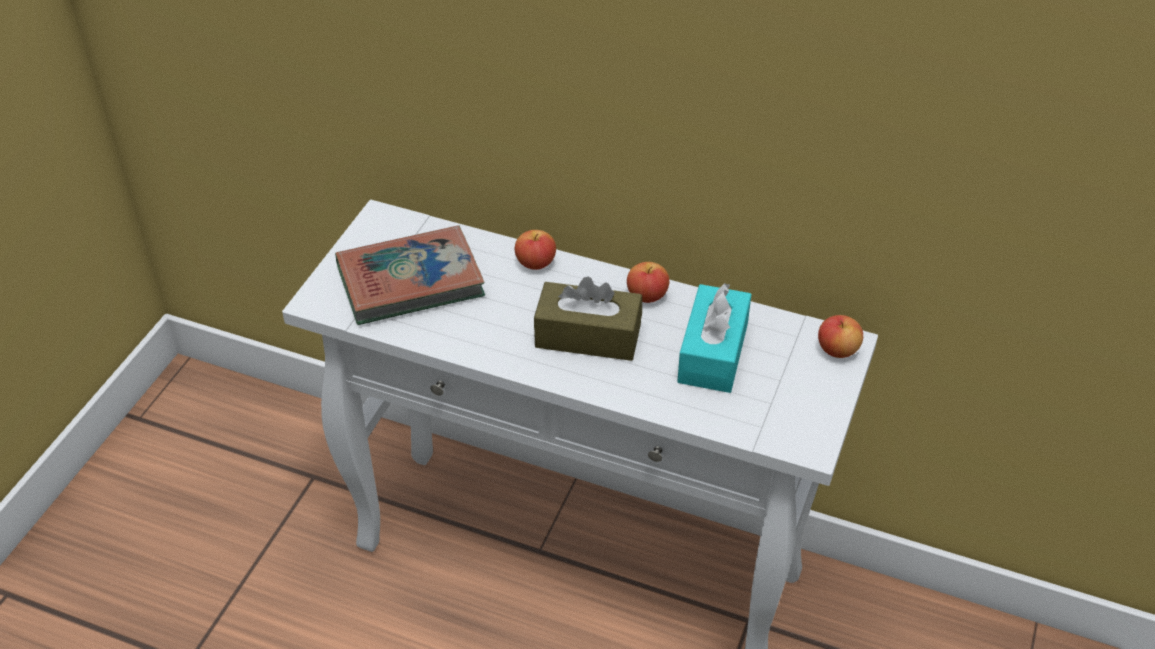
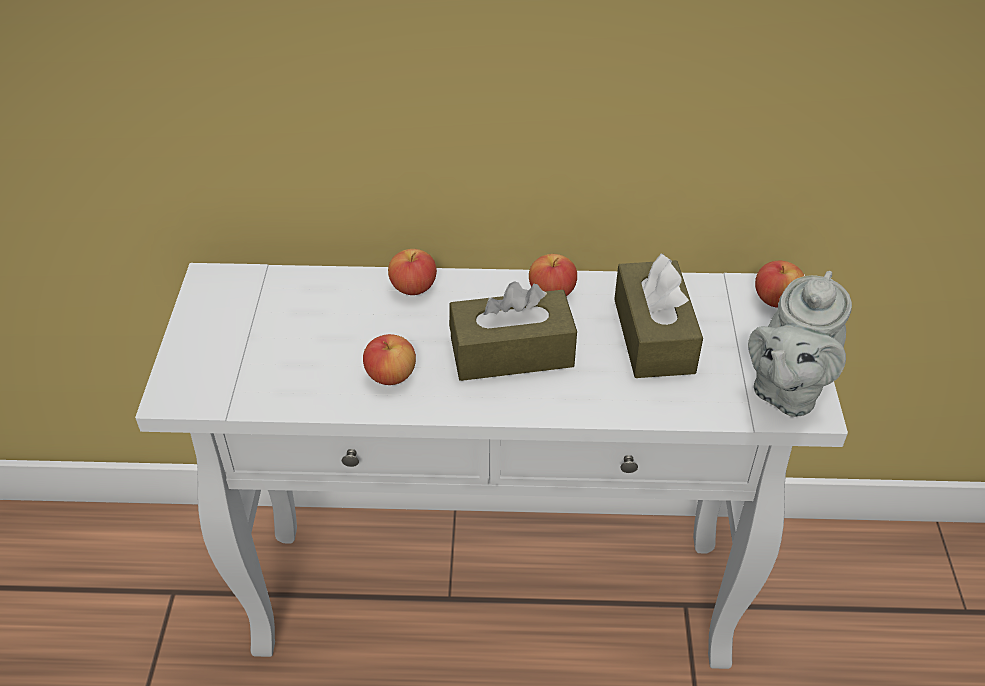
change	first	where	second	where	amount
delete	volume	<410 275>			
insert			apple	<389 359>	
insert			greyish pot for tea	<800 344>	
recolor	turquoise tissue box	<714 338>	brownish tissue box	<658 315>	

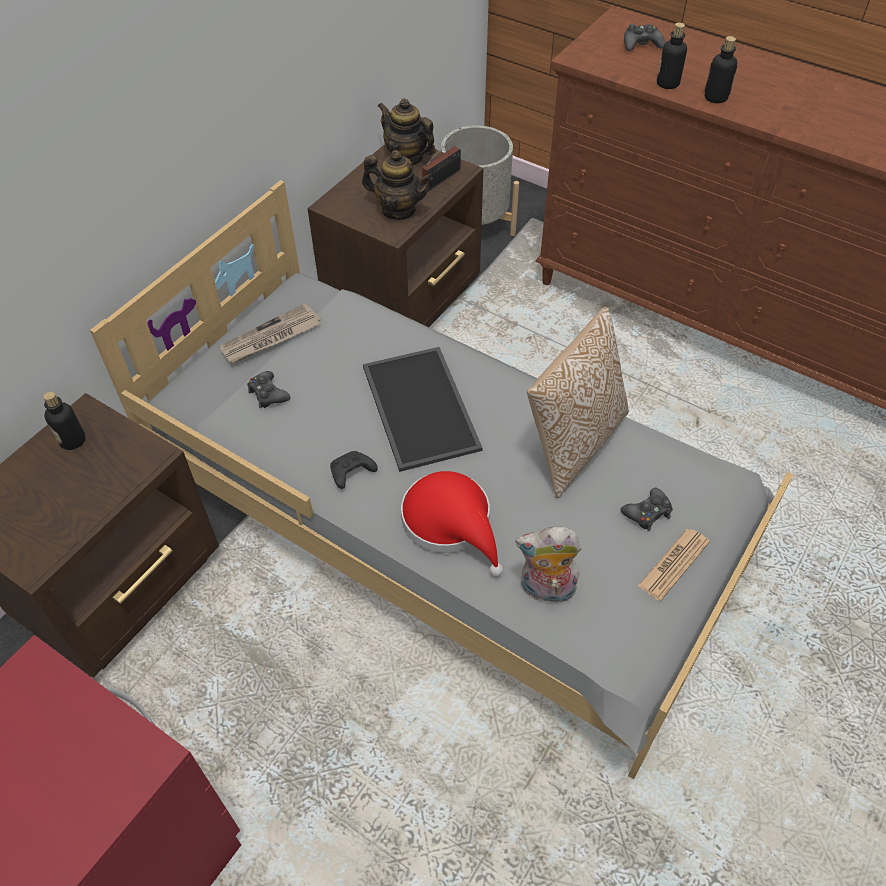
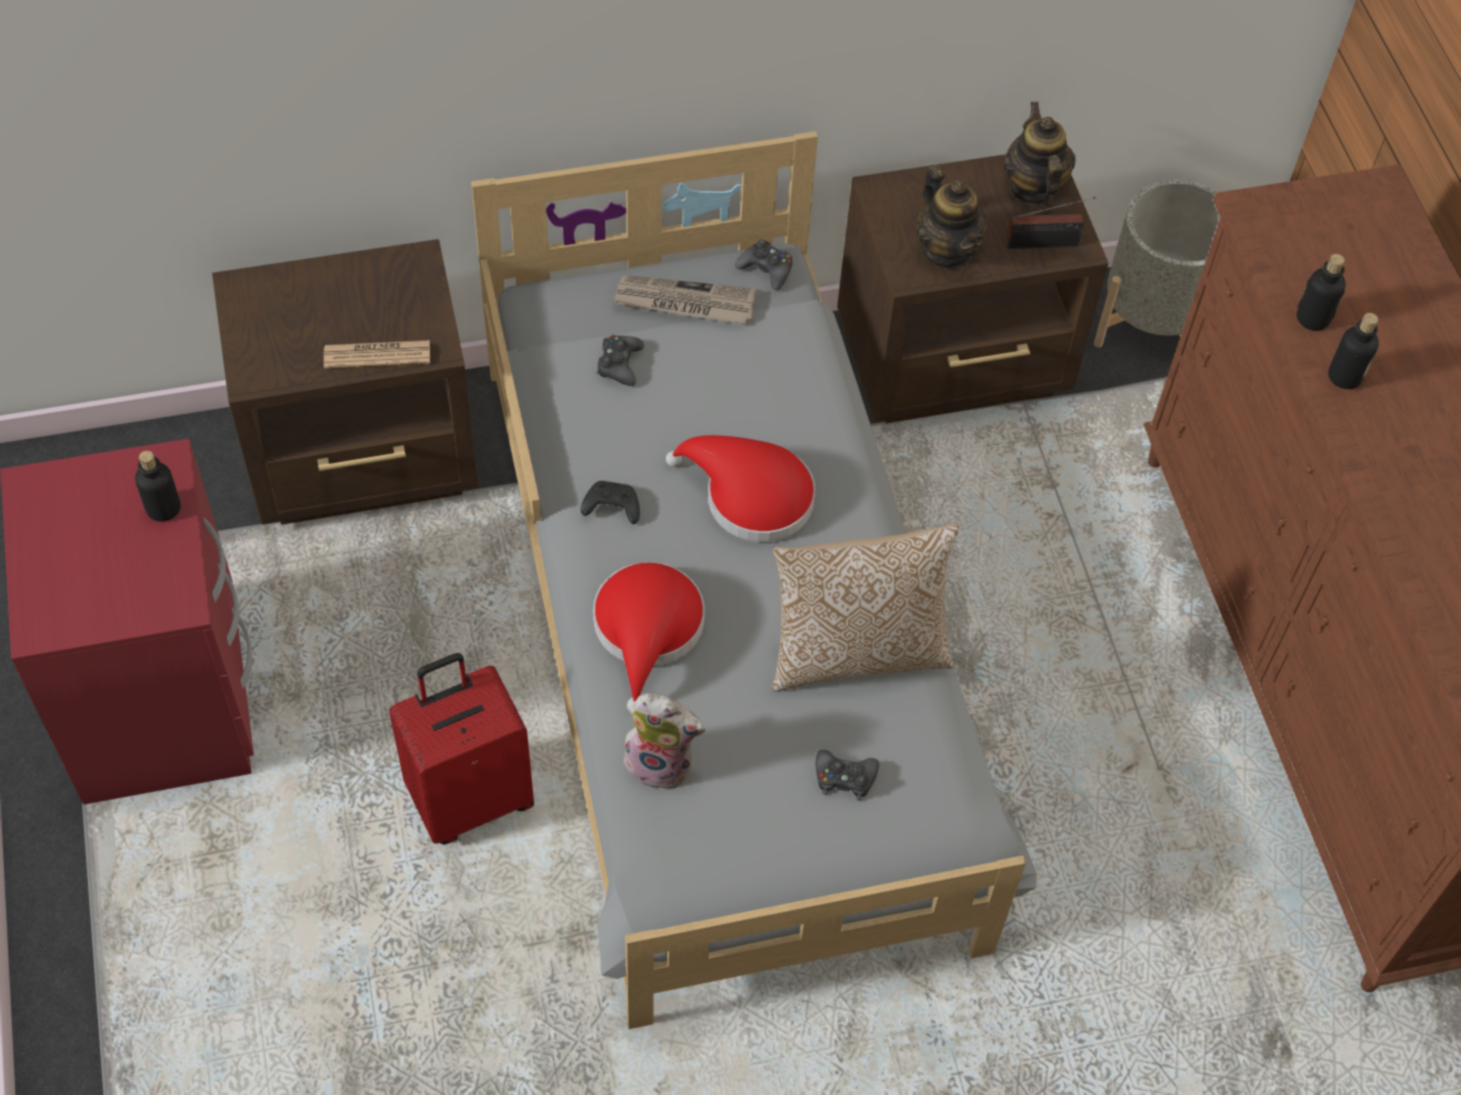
change	first	where	second	where	amount
insert			red piece of luggage	<461 748>	
move	bottle	<64 421>		<158 486>	
move	black-coloured gamepad	<644 37>		<763 264>	
move	printed paper	<674 565>		<377 354>	
replace	serving tray	<422 409>	red hat	<741 488>	
rotate	soft toy	<549 565>		<665 741>	150 degrees clockwise

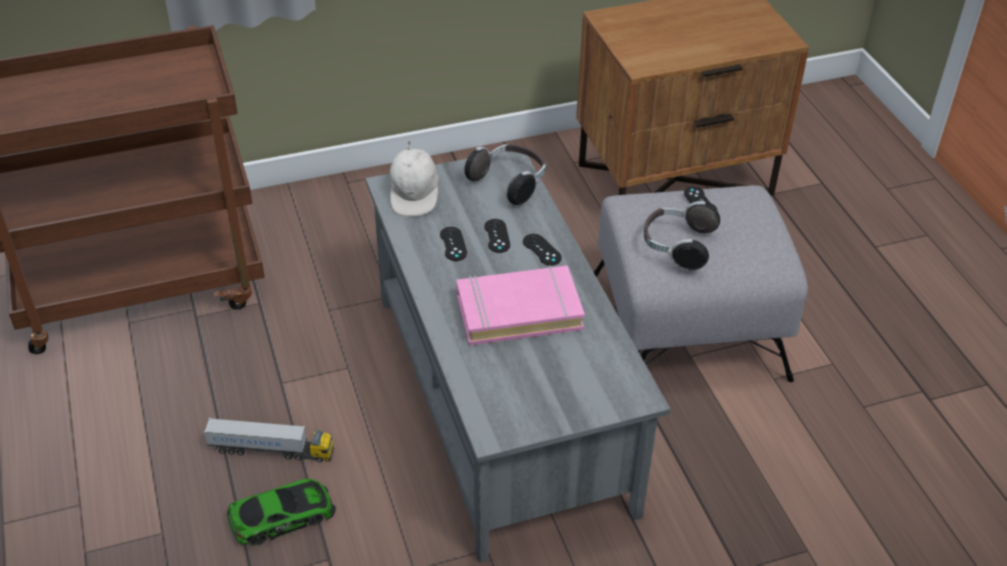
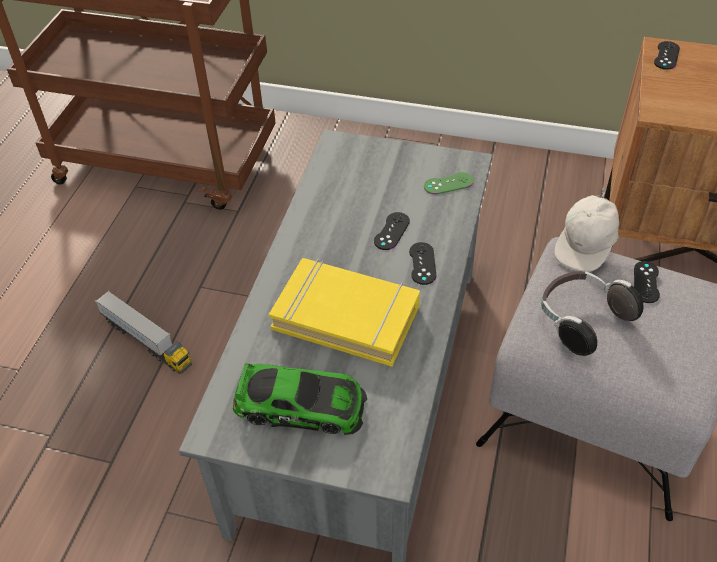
change	first	where	second	where	amount
move	miniature car	<281 512>		<300 399>	
move	whitish baseball cap	<414 178>		<586 230>	
move	black-coloured gamepad	<453 244>		<667 55>	
replace	headphones	<505 174>	green gamepad	<449 183>	
recolor	pink volume	<520 305>	yellowish volume	<344 312>	

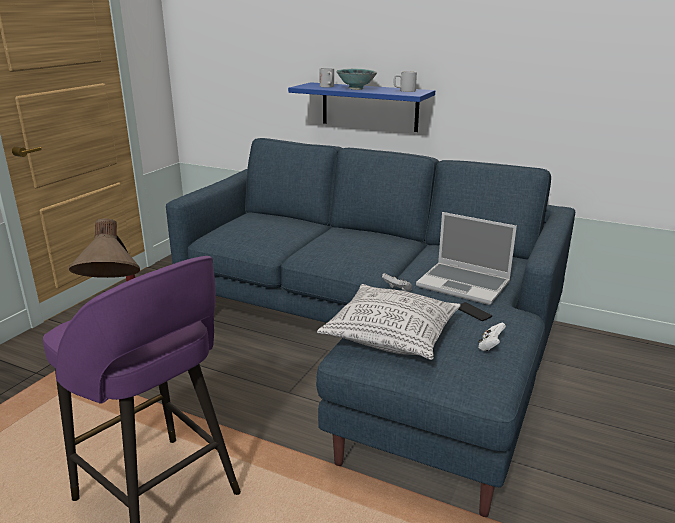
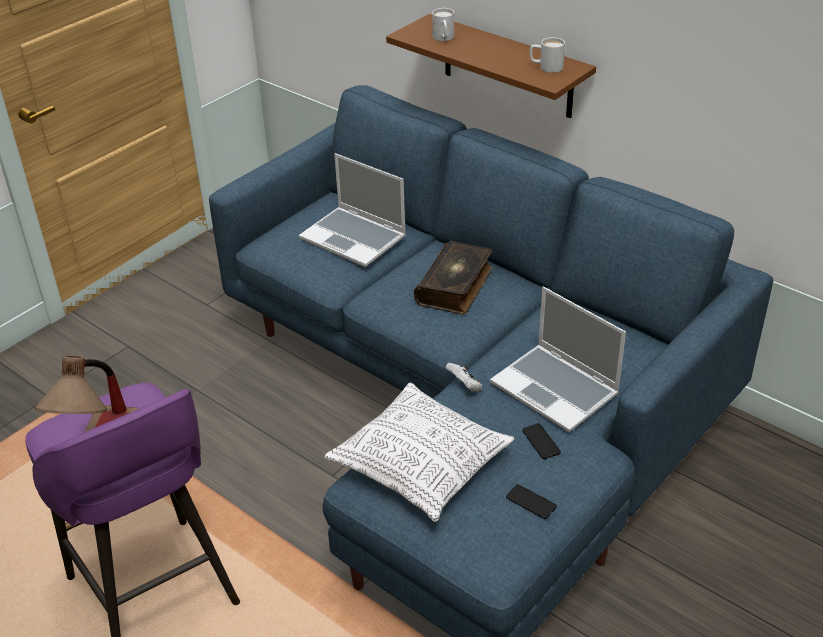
change	first	where	second	where	amount
delete	serving bowl	<356 79>			
insert			portable computer	<352 210>	
insert			volume	<453 277>	
replace	whitish gamepad	<492 337>	phone	<531 501>	
recolor	bluish shelf	<361 107>	brownish shelf	<491 66>	

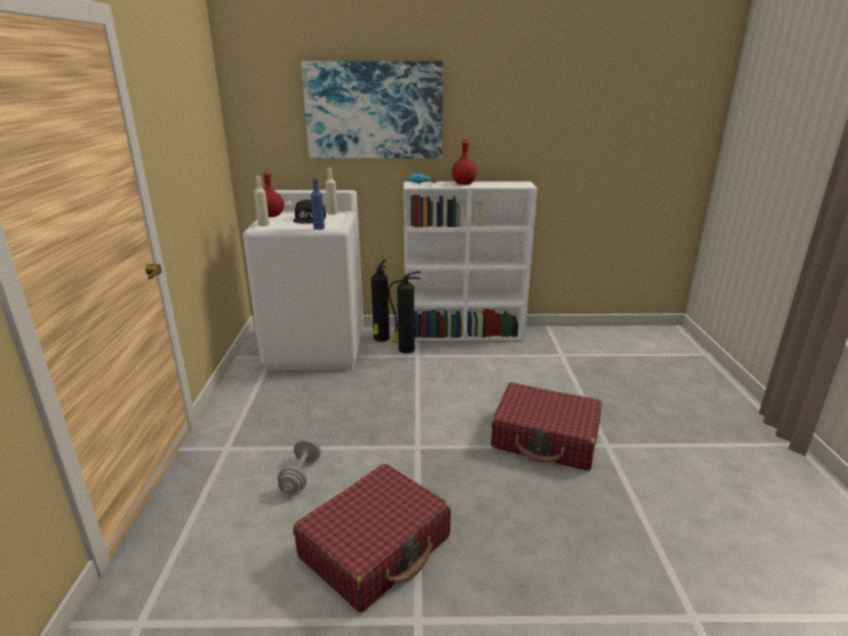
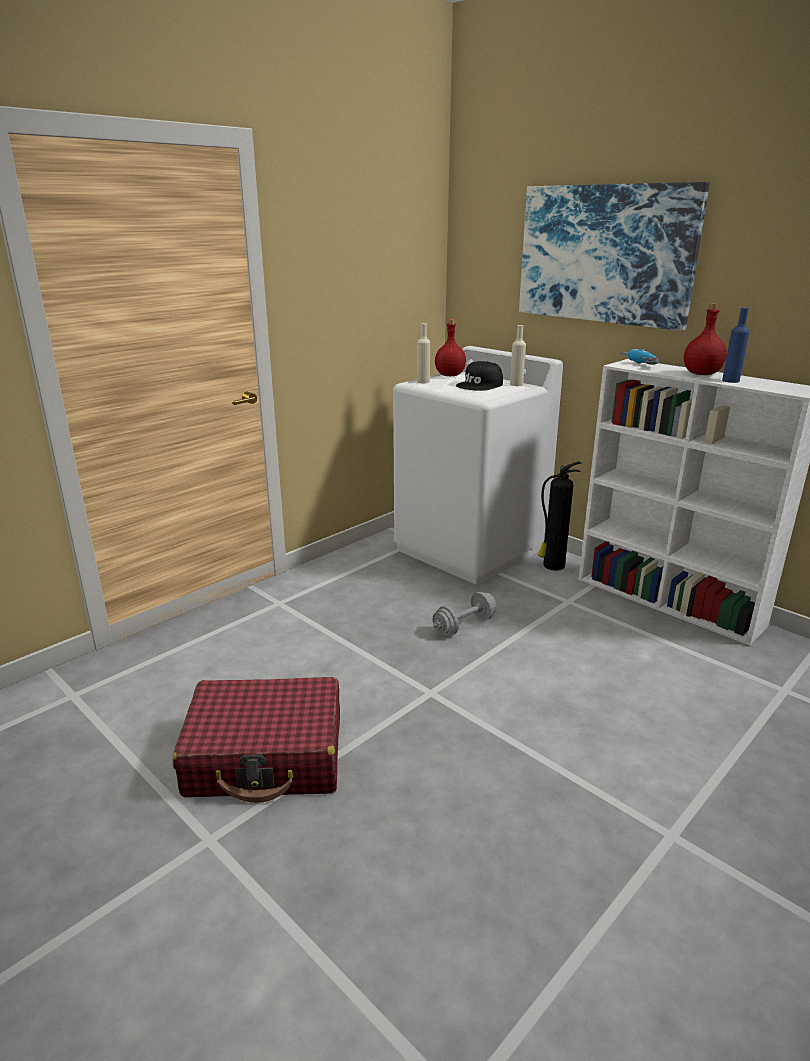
change	first	where	second	where	amount
delete	extinguisher	<404 312>			
delete	red piece of luggage	<546 426>			
move	greyish dumbbell	<299 466>		<464 613>	
move	bluish bottle	<318 204>		<735 345>	

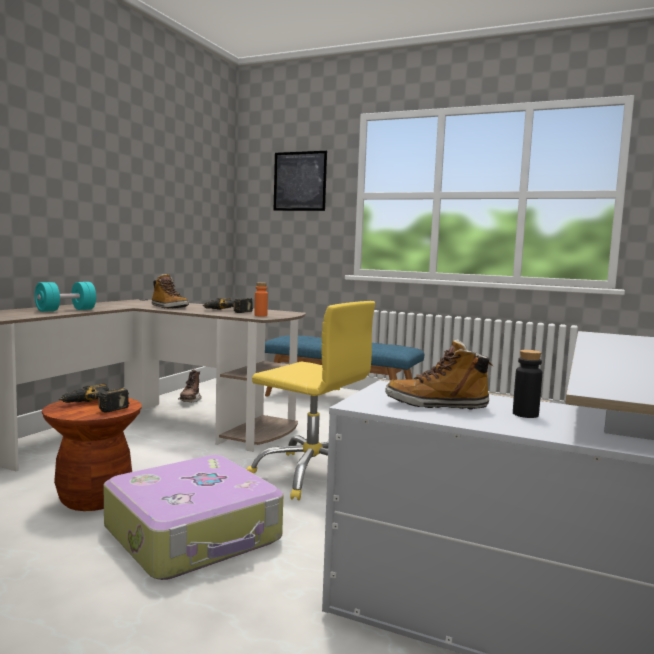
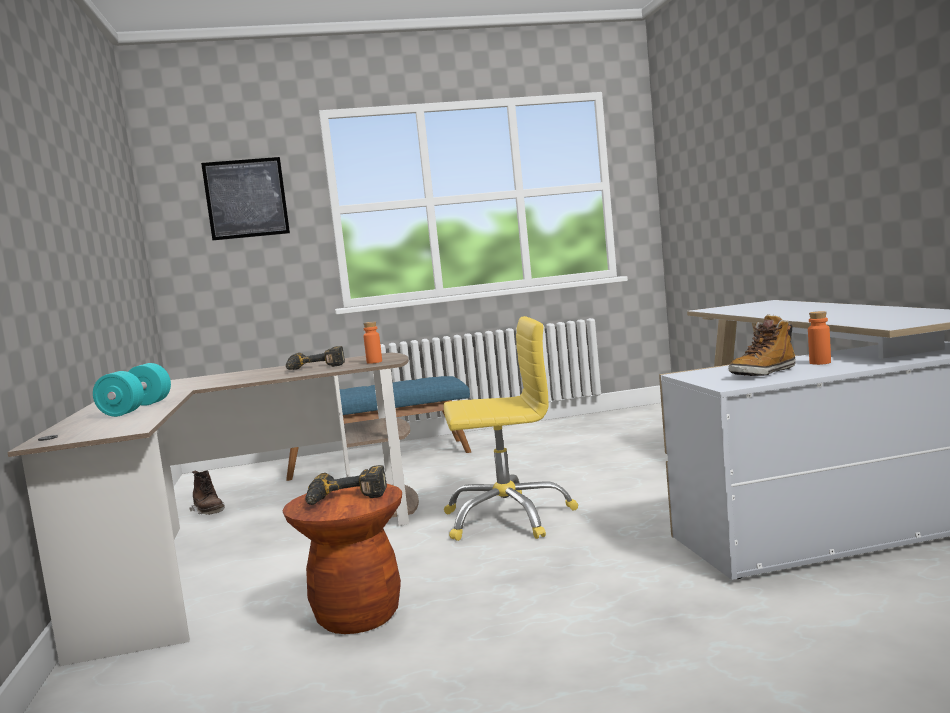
change	first	where	second	where	amount
delete	piece of luggage	<193 517>			
delete	high-top boot	<170 291>			
recolor	black-coloured bottle	<527 384>	orangey bottle	<819 338>	

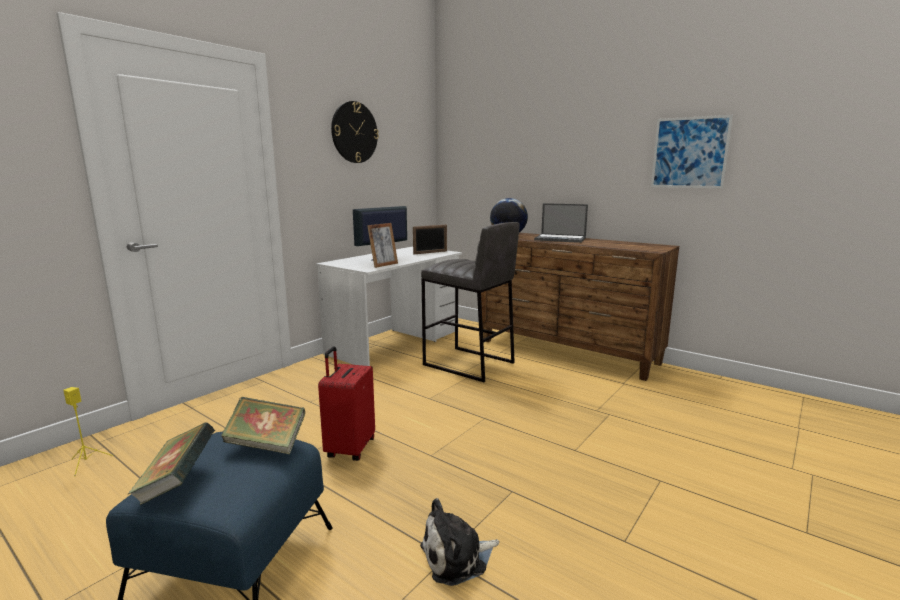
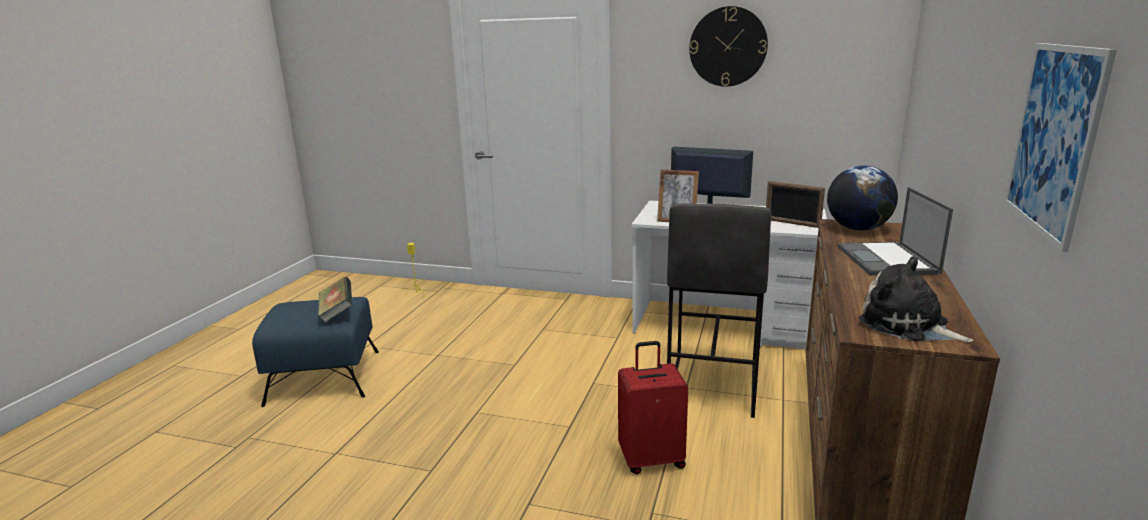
change	first	where	second	where	amount
delete	volume	<171 463>			
move	red piece of luggage	<346 403>		<653 407>	
move	soft toy	<459 542>		<916 299>	

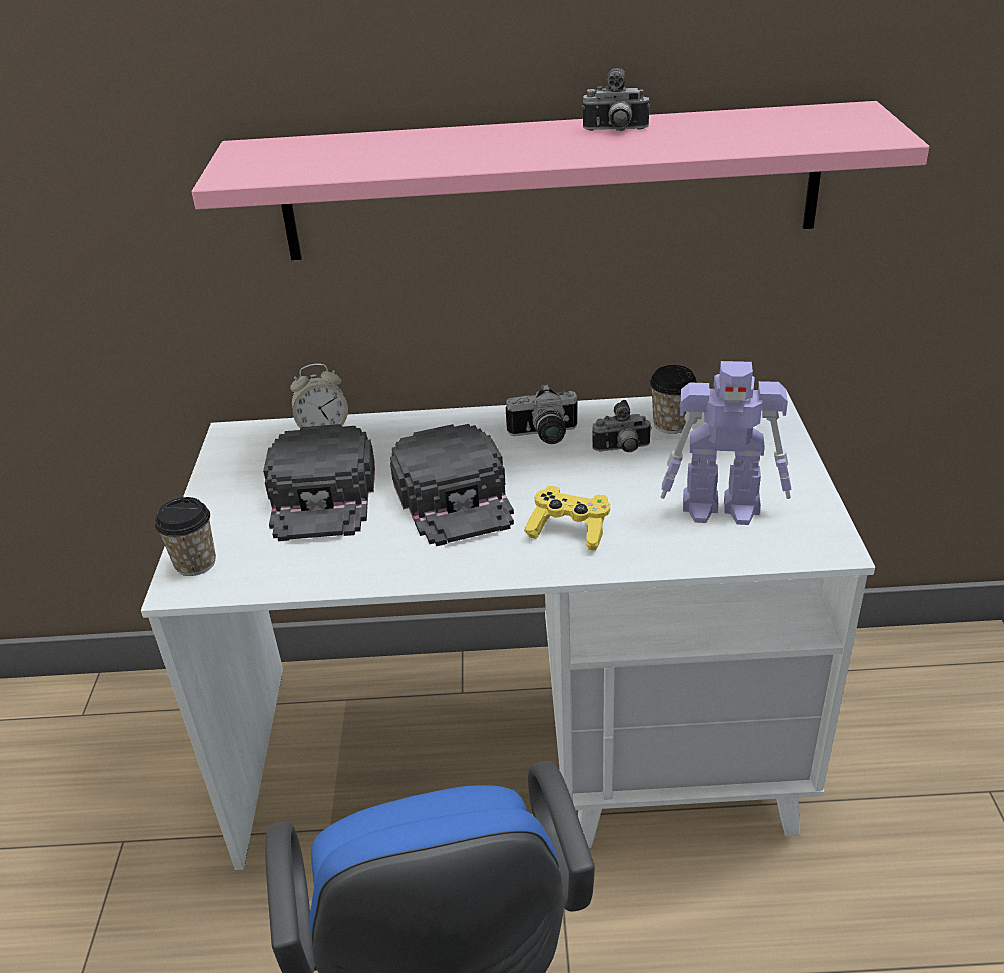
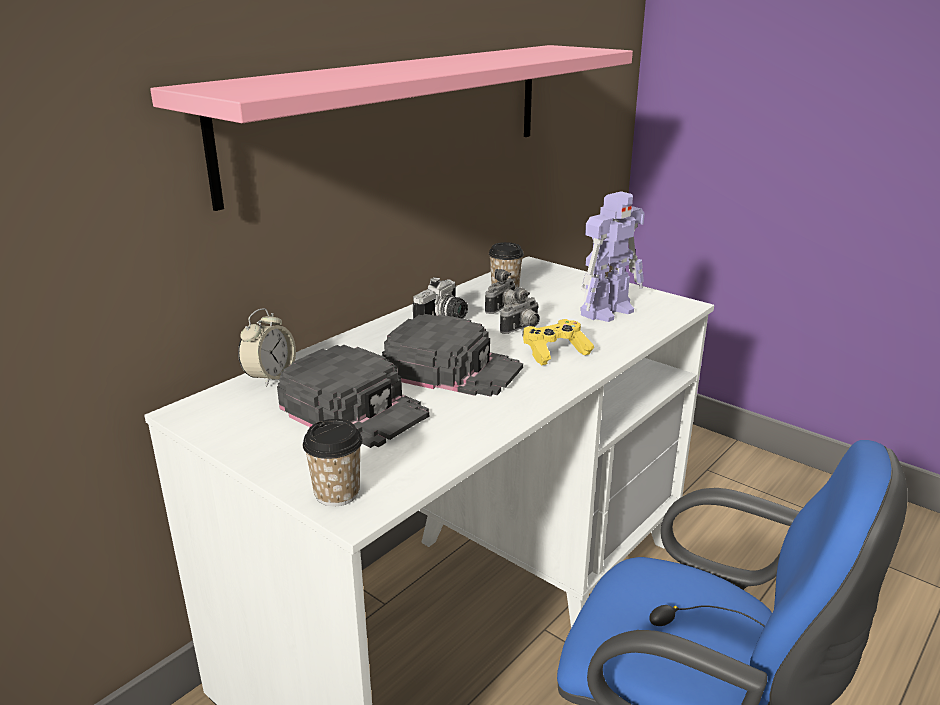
change	first	where	second	where	amount
move	photo camera	<616 99>		<520 310>	

